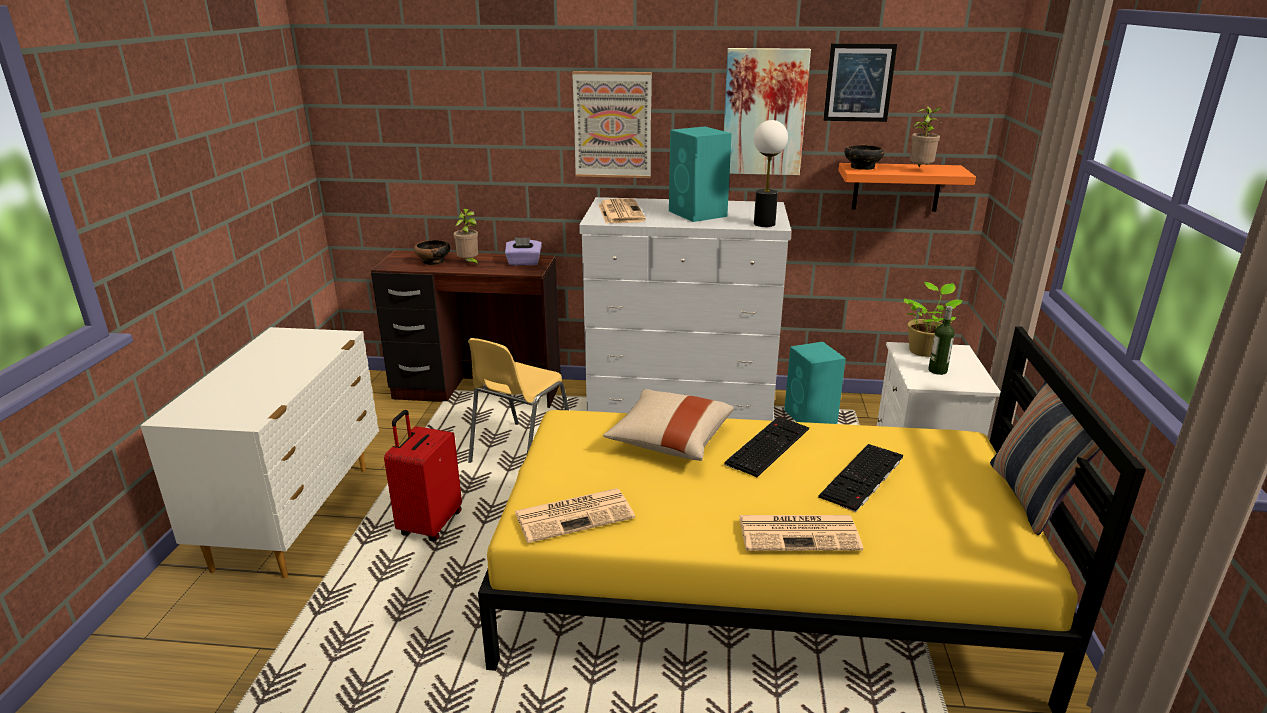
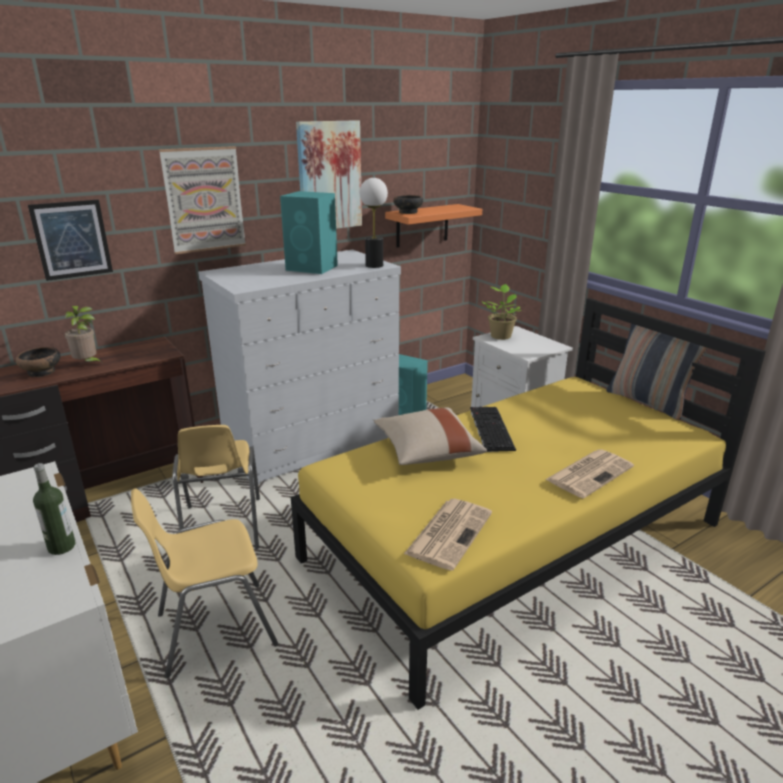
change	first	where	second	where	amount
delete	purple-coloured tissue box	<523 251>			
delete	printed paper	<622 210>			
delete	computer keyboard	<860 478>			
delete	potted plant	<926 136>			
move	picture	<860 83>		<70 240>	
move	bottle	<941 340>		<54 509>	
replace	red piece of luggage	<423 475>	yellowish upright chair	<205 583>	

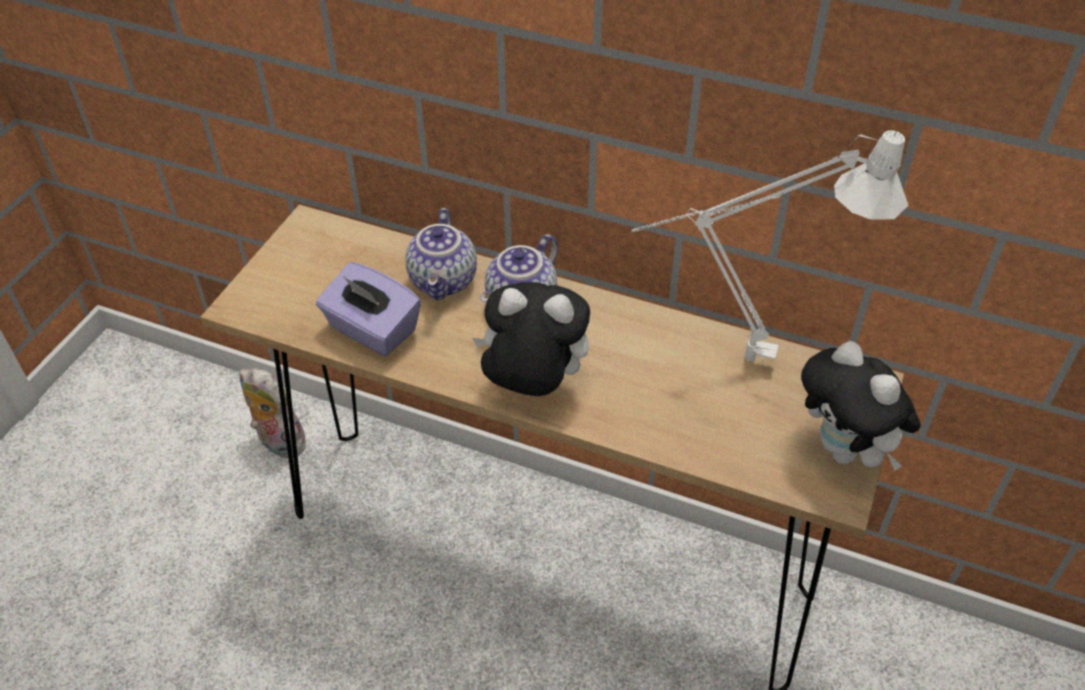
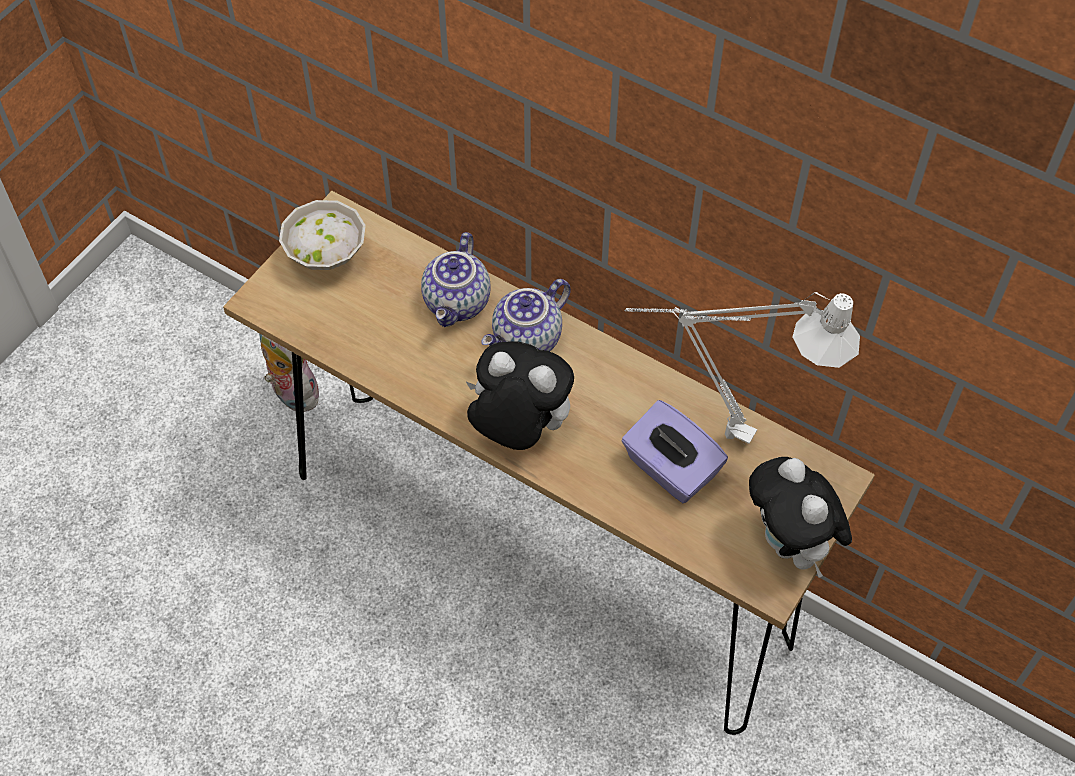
change	first	where	second	where	amount
insert			whitish serving bowl	<322 235>	
move	purple-coloured tissue box	<368 309>		<675 451>	

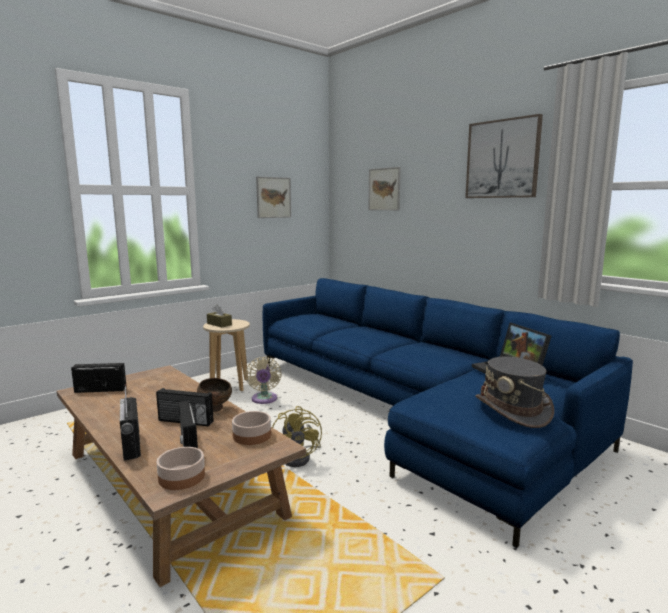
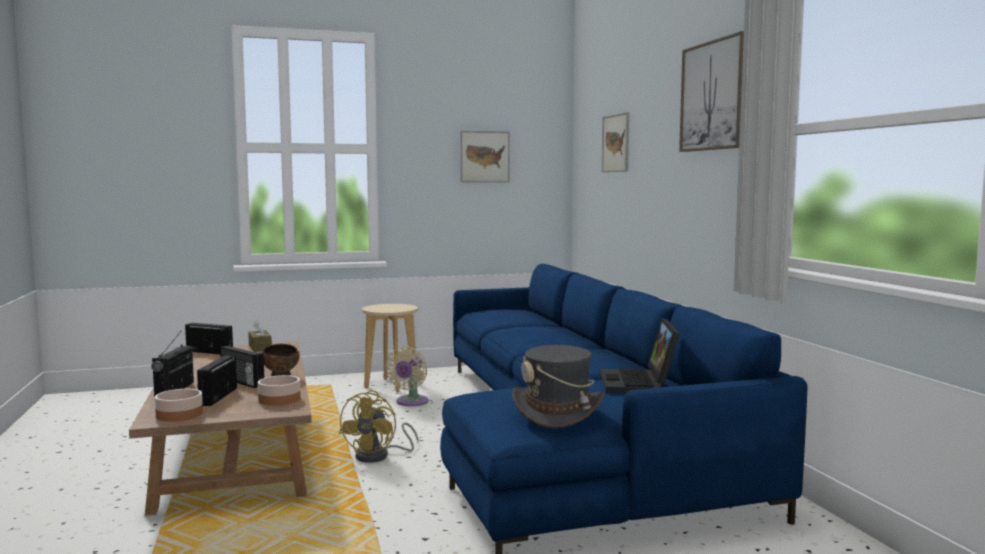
change	first	where	second	where	amount
move	brownish tissue box	<219 316>		<260 336>	

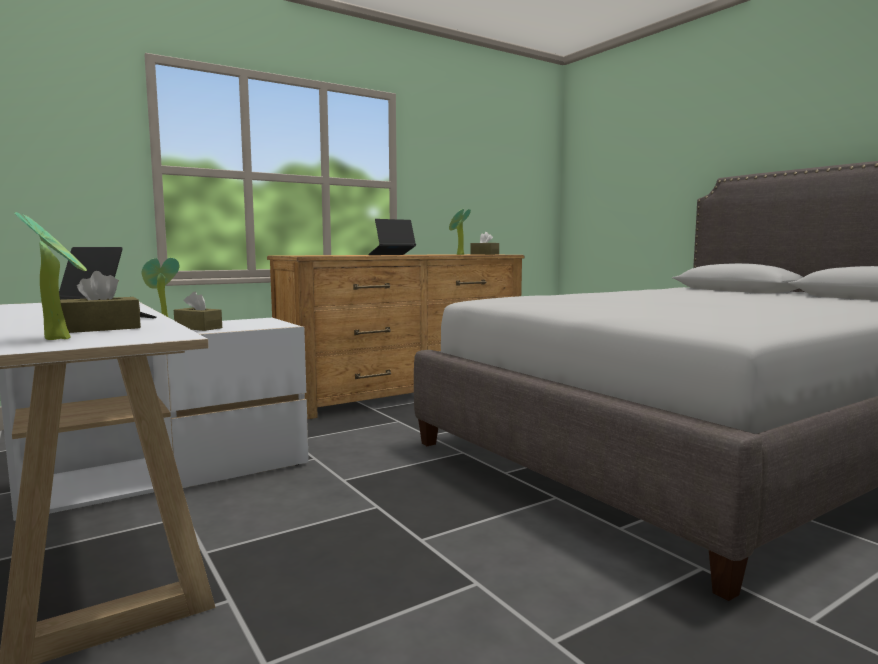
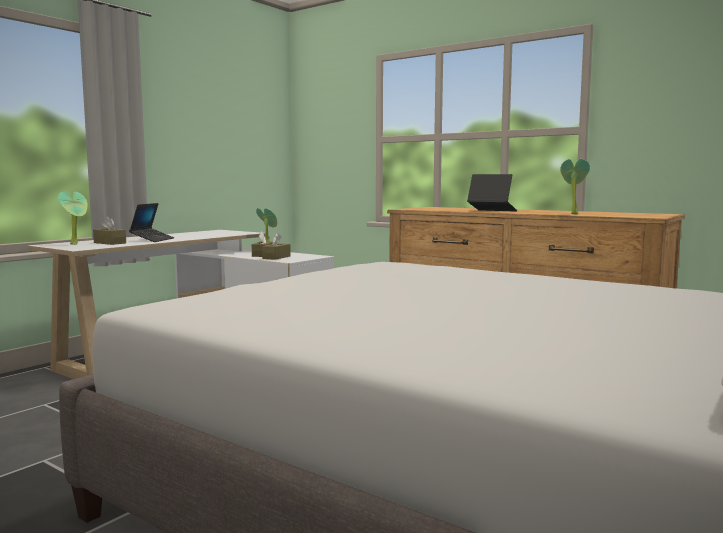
change	first	where	second	where	amount
move	brownish tissue box	<485 243>		<276 246>	

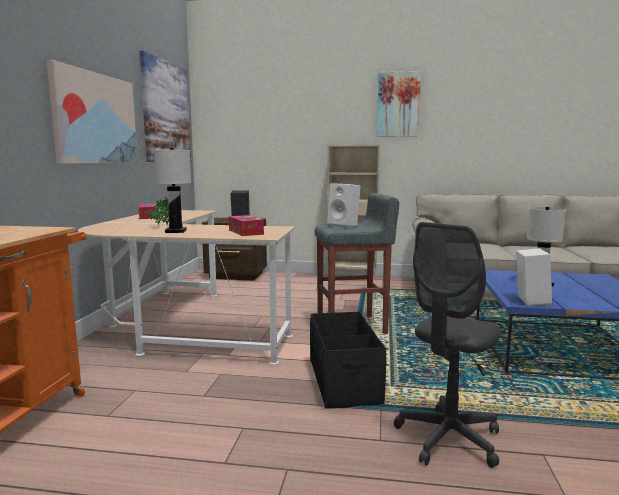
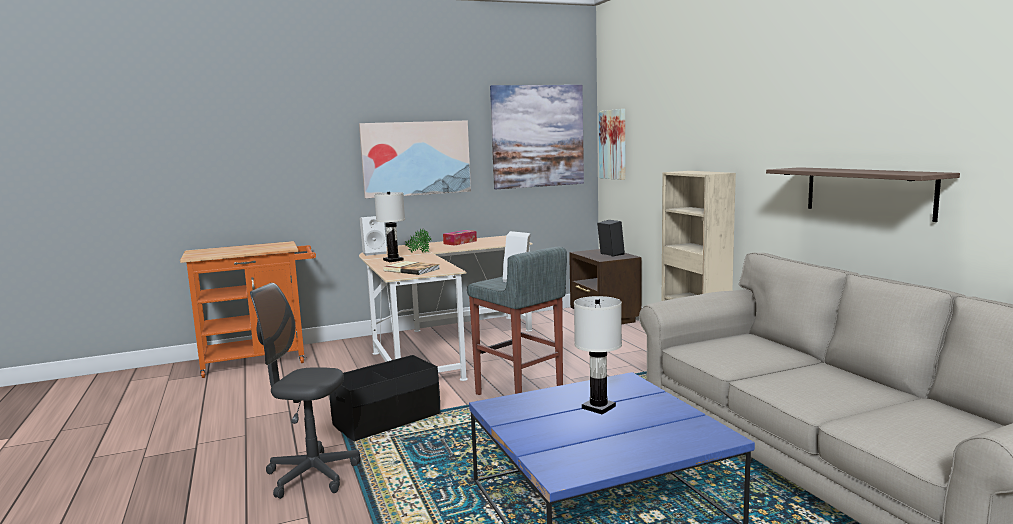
change	first	where	second	where	amount
insert			shelf	<863 194>	
move	picture	<399 104>		<612 144>	
move	whitish speaker	<534 277>		<373 236>	
replace	tissue box	<246 225>	volume	<411 268>	

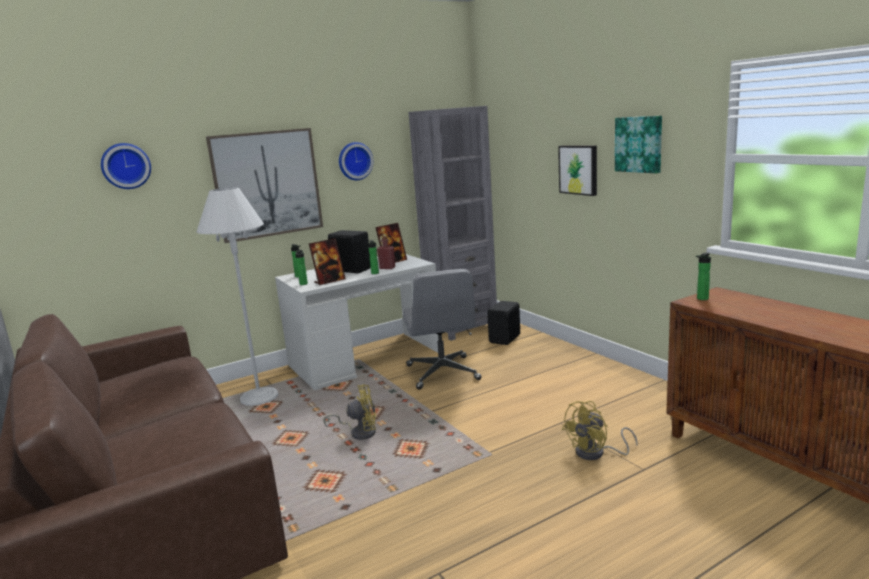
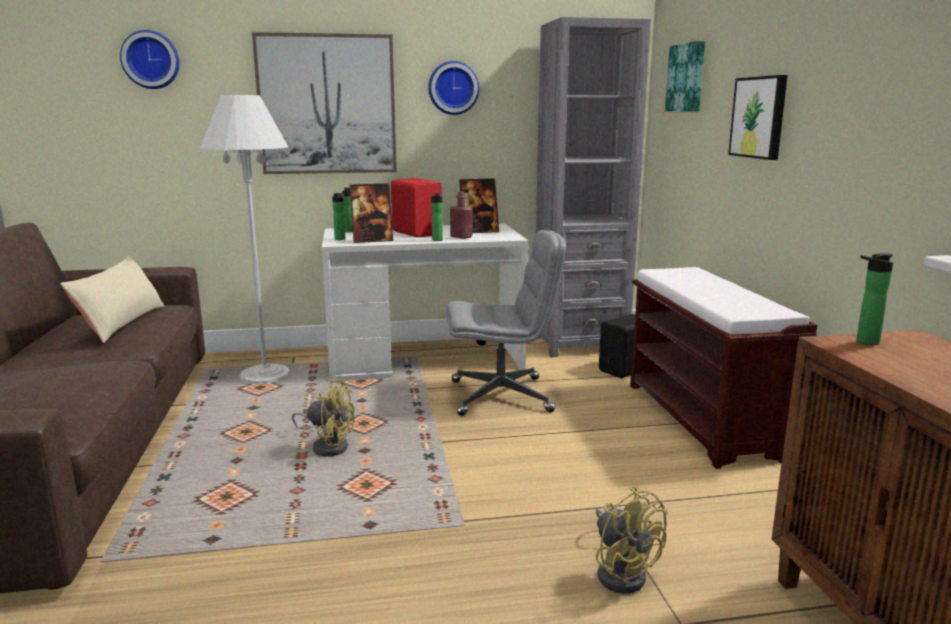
change	first	where	second	where	amount
insert			sand-coloured cushion	<112 299>	
insert			brownish indoor bench	<723 368>	
move	picture	<638 144>		<685 76>	
recolor	black-coloured speaker	<349 251>	red speaker	<416 207>	
rotate	greyish desk chair	<442 329>		<506 323>	105 degrees counterclockwise
rotate	yellowish fan	<600 430>		<632 540>	105 degrees counterclockwise

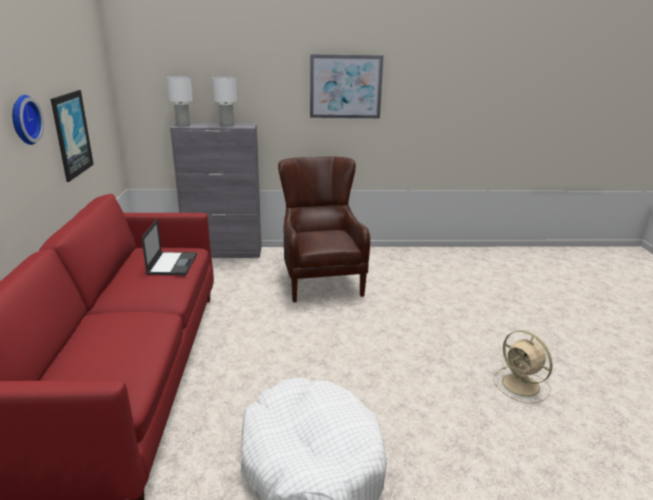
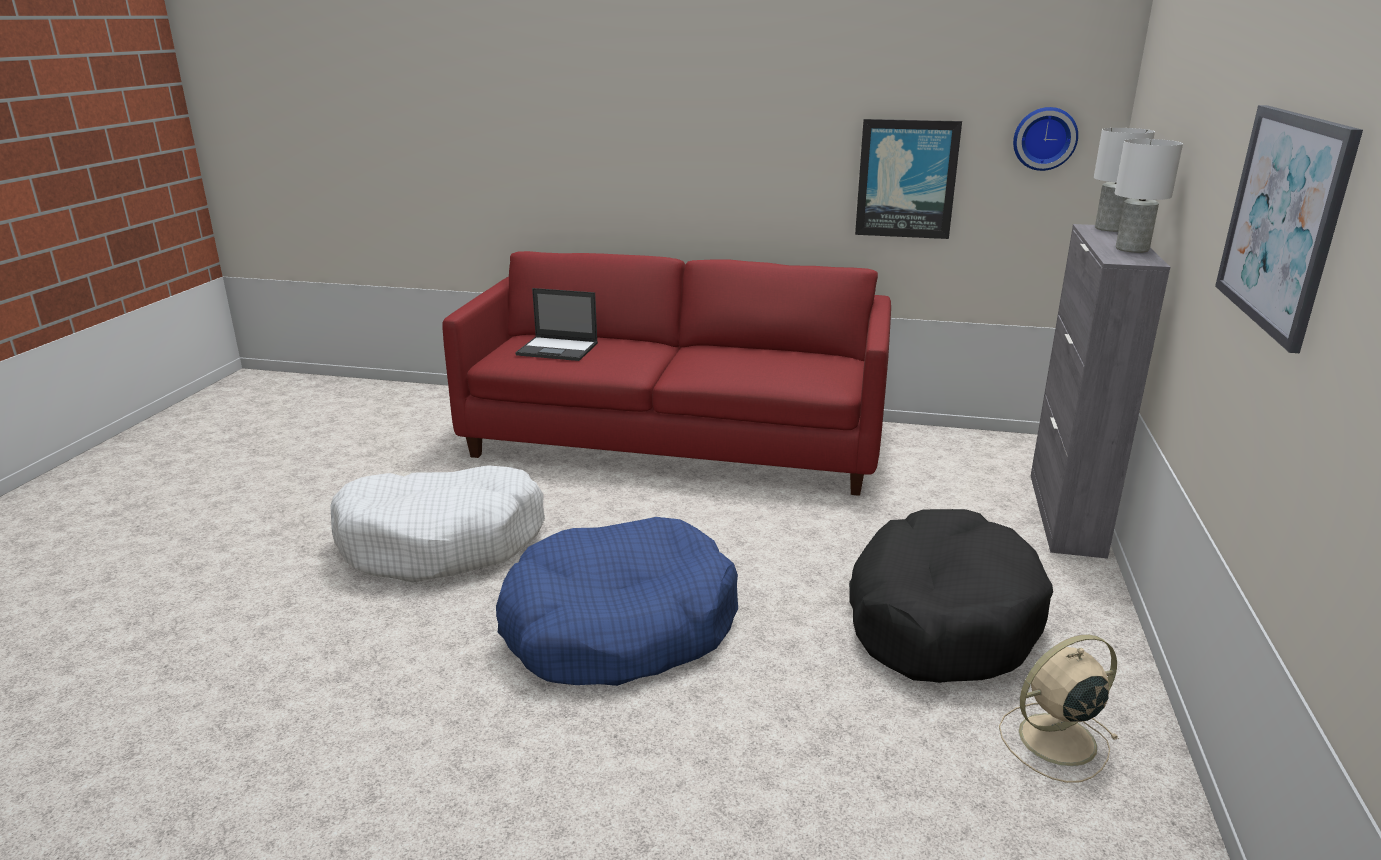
change	first	where	second	where	amount
insert			bluish dog bed	<617 601>	
move	clock on the wall	<28 120>		<1045 139>	
move	portable computer	<169 247>		<556 324>	
move	sand-coloured fan	<522 366>		<1059 709>	
replace	brownish lounge chair	<324 229>	black-coloured dog bed	<951 596>	

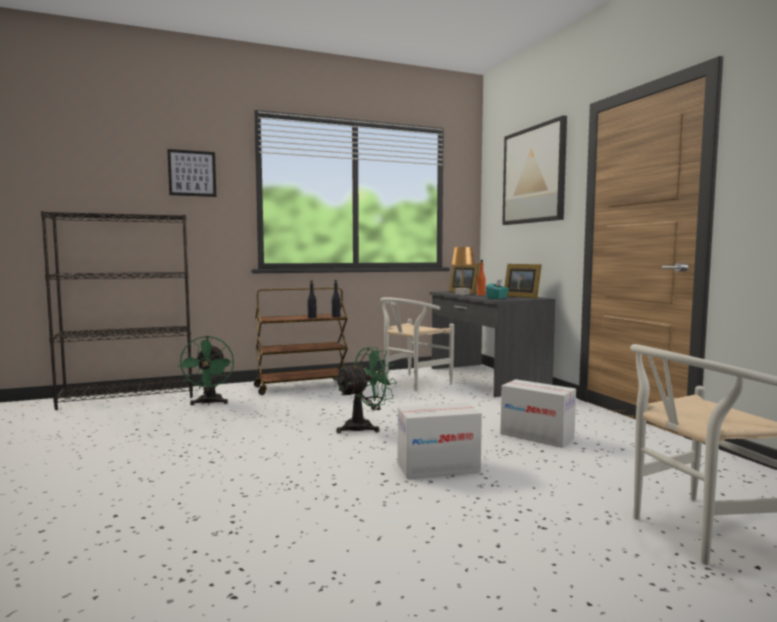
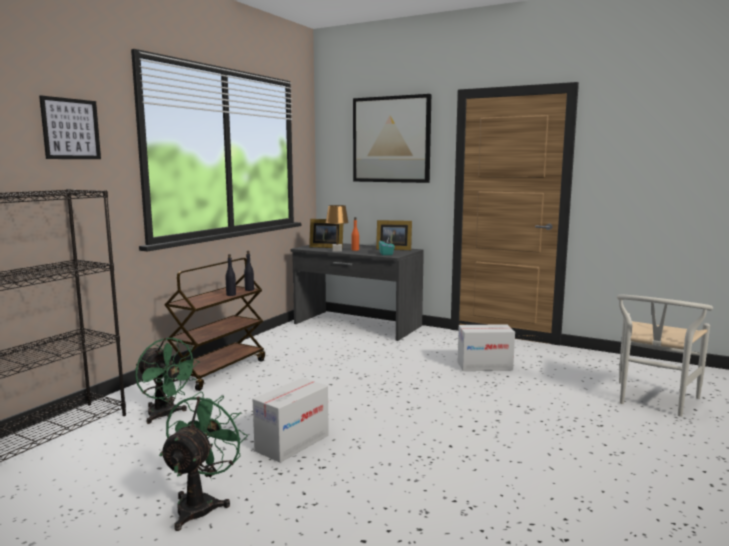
change	first	where	second	where	amount
delete	whitish upright chair	<417 344>			
move	green fan	<366 390>		<203 461>	
move	packing box	<440 441>		<291 420>	

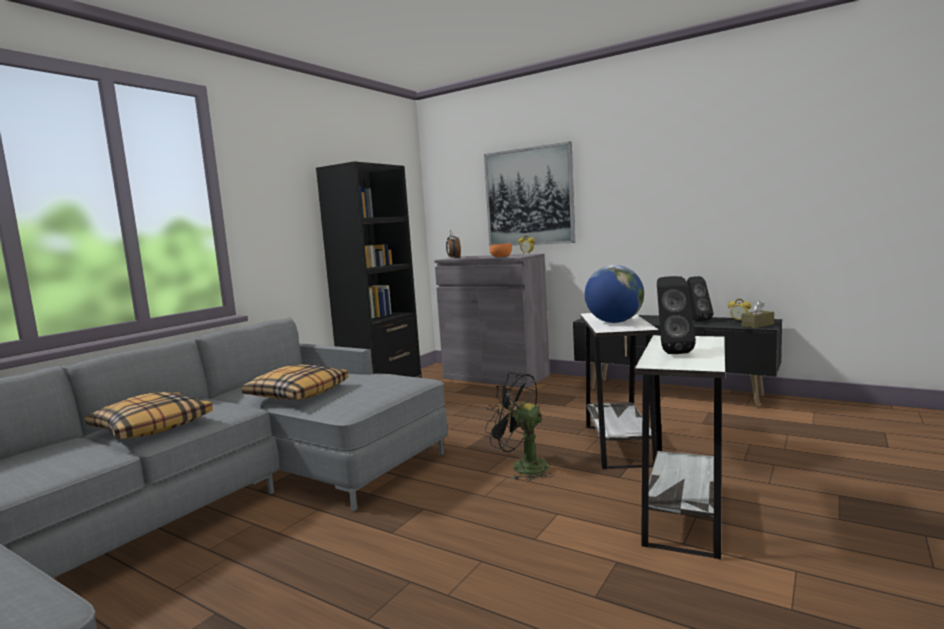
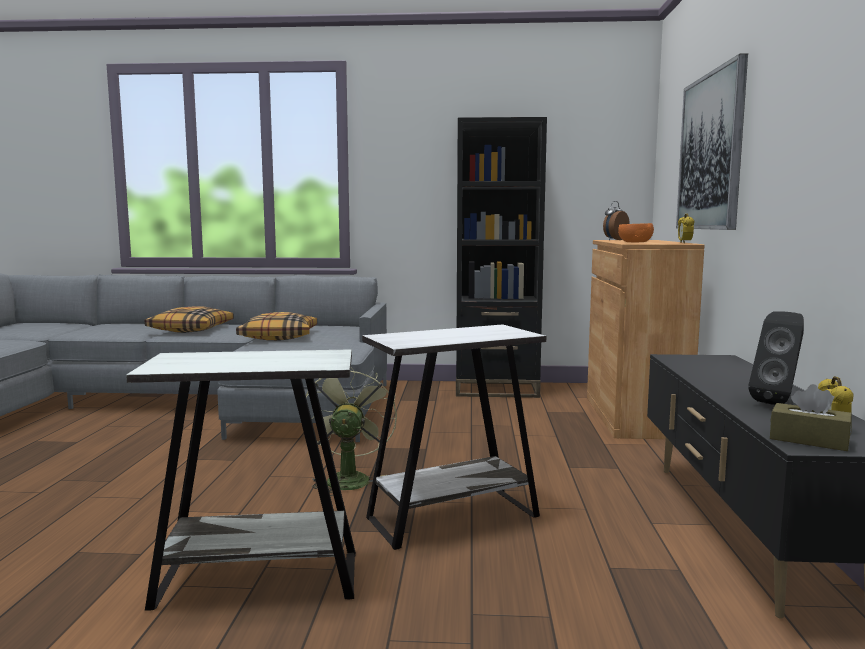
change	first	where	second	where	amount
delete	desk globe	<614 294>			
delete	black-coloured speaker	<676 315>			
recolor	greyish cabinet	<492 321>	brownish cabinet	<646 339>	
recolor	black-coloured fan	<519 427>	green fan	<351 433>	

